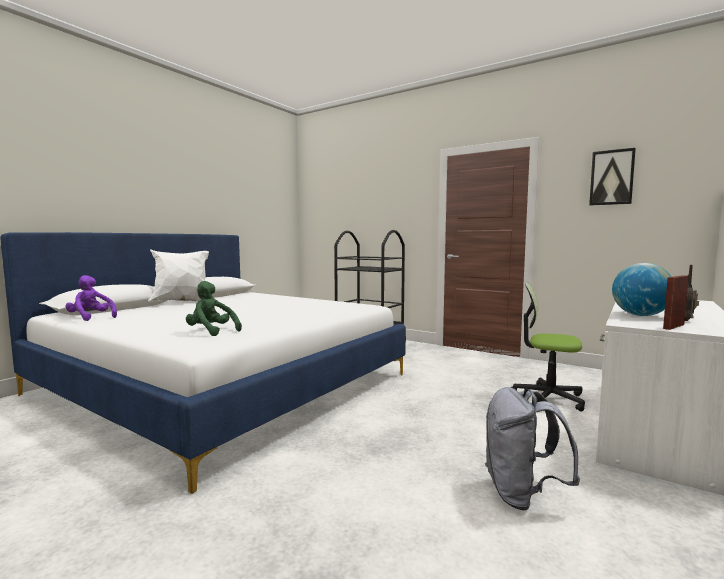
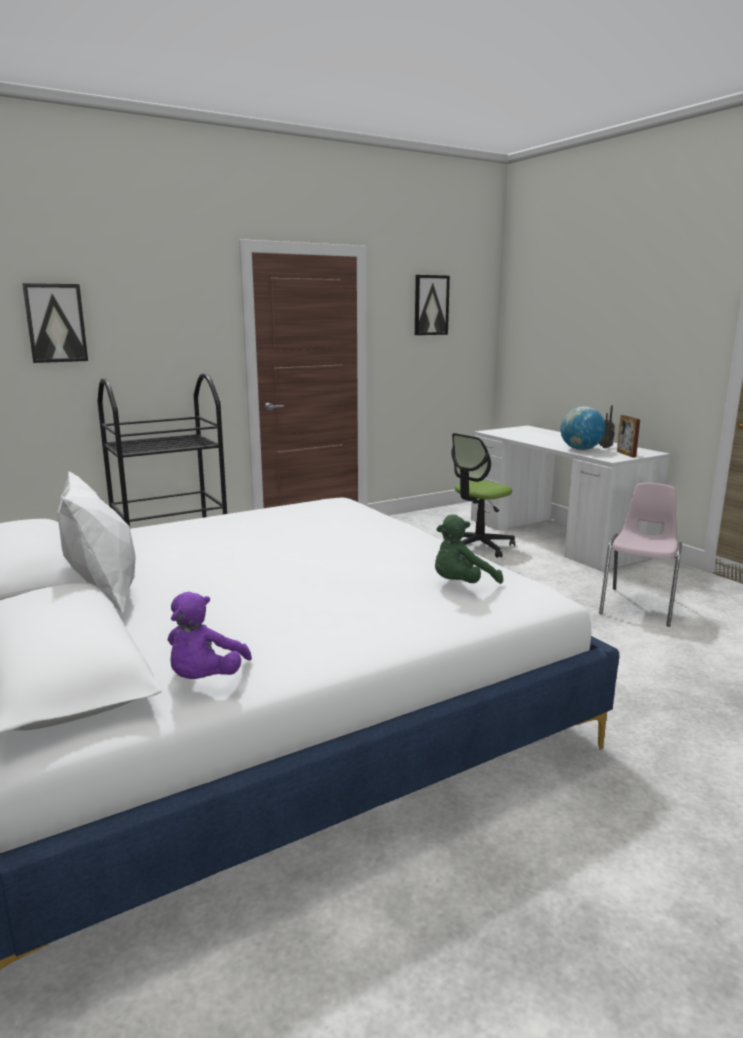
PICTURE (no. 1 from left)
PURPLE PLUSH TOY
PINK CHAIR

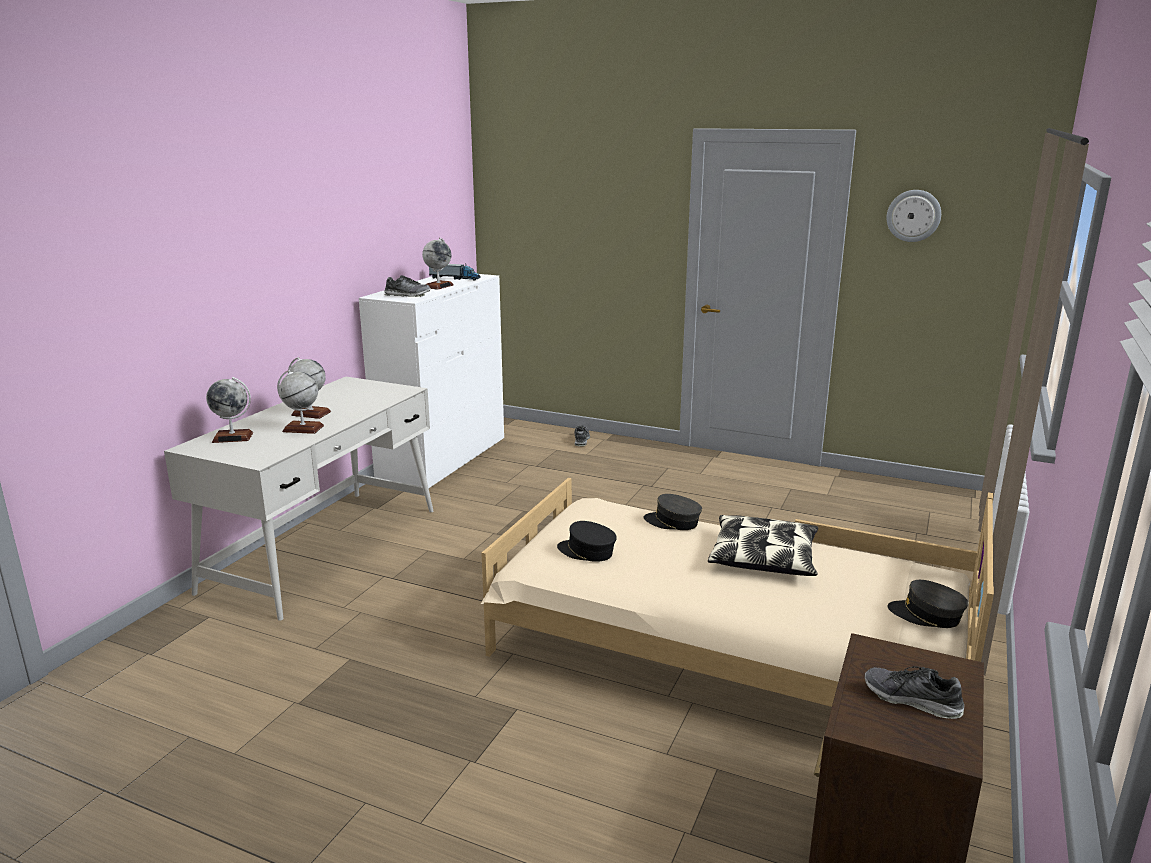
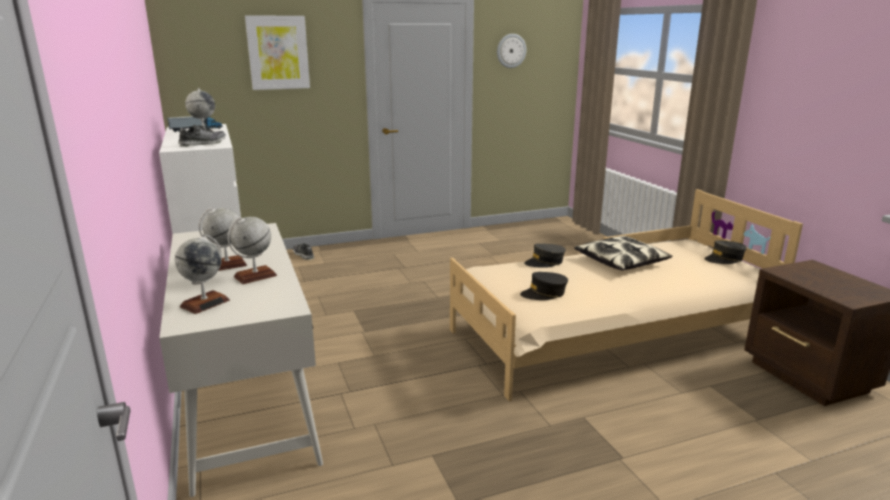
PICTURE
SHOE (no. 3 from left in the first image)

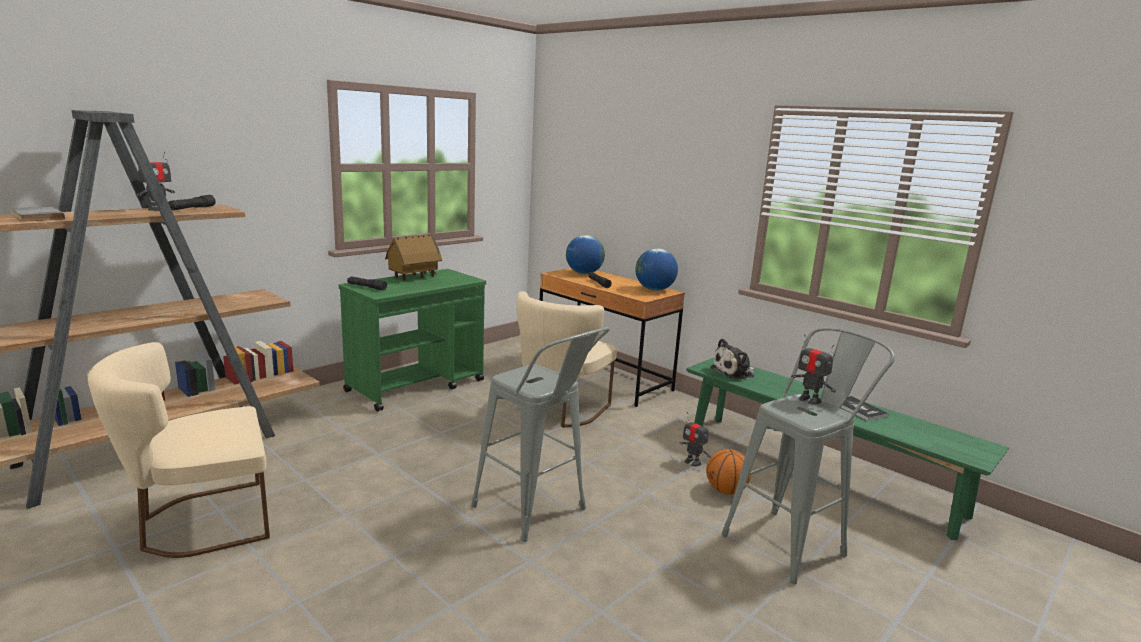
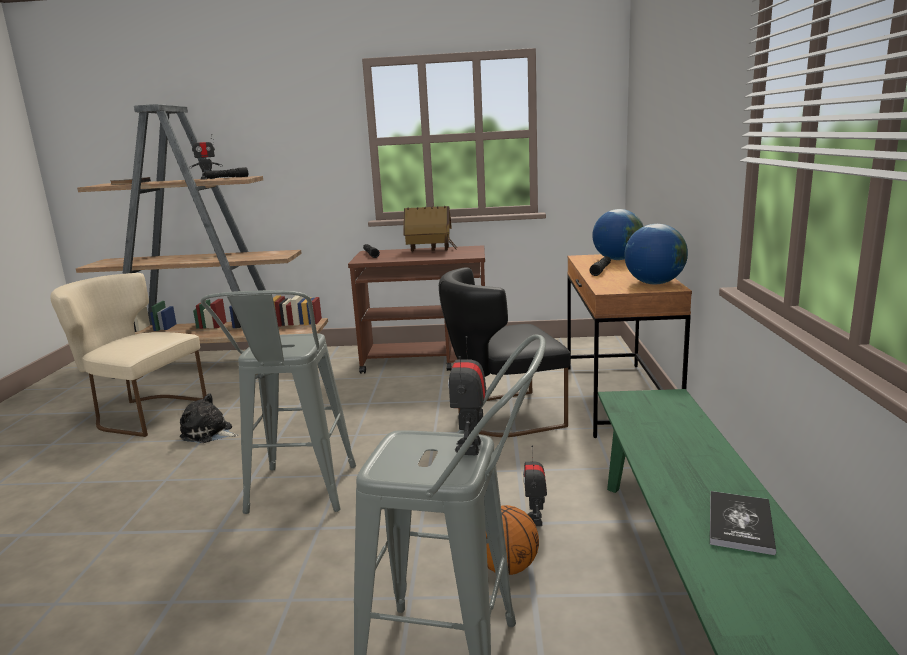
PLUSH TOY
BROWN CART
BLACK CHAIR

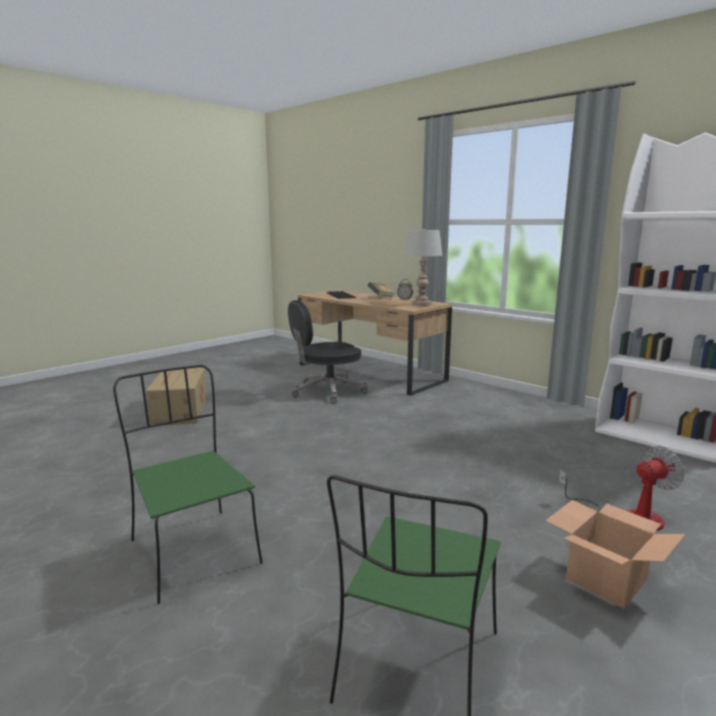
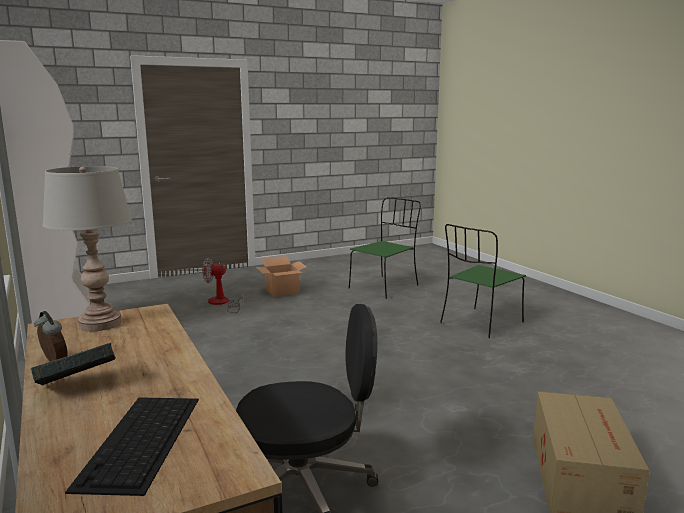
GREEN CHAIR (no. 2 from left)

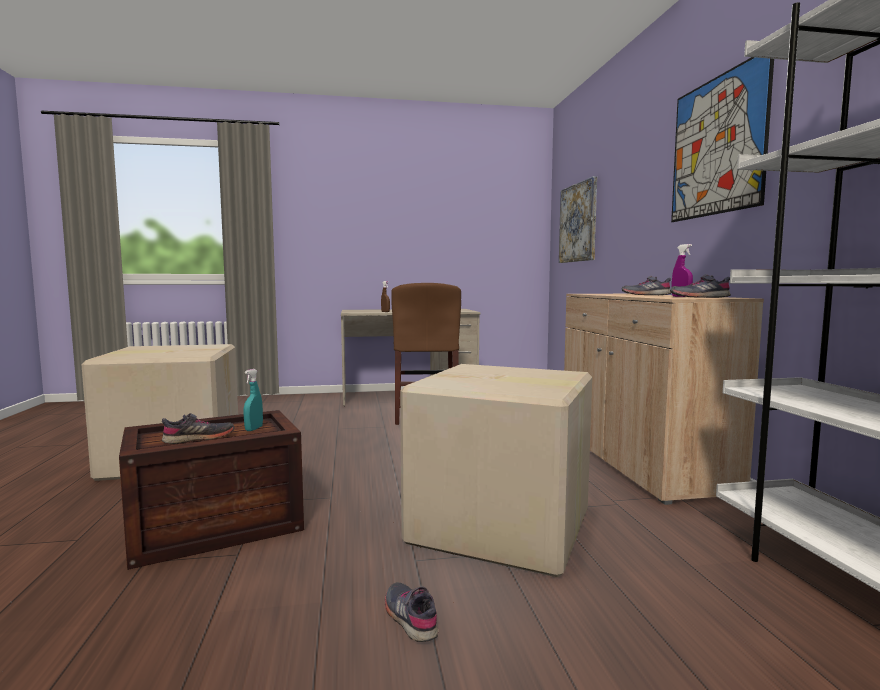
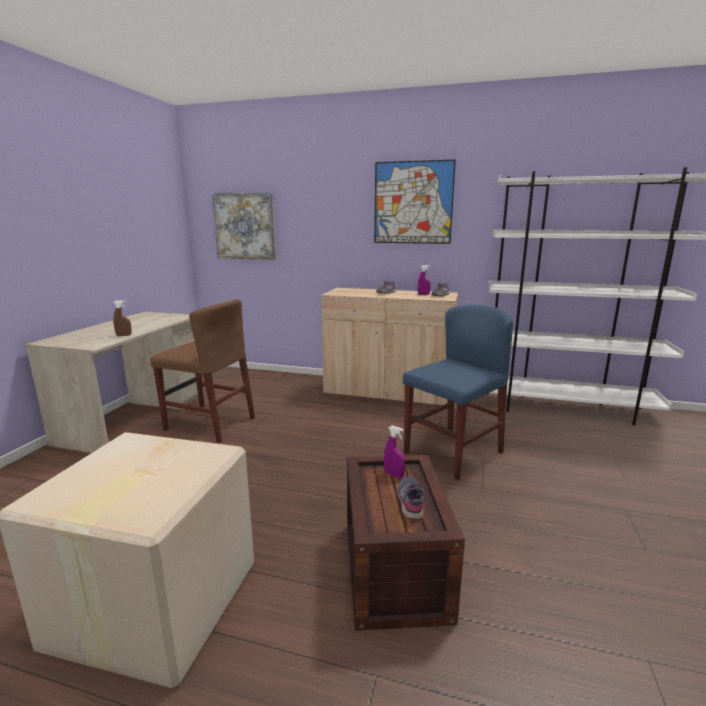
PURPLE SPRAY BOTTLE (no. 1 from left)
BLUE CHAIR
GREY SHOE (no. 2 from left in the first image)

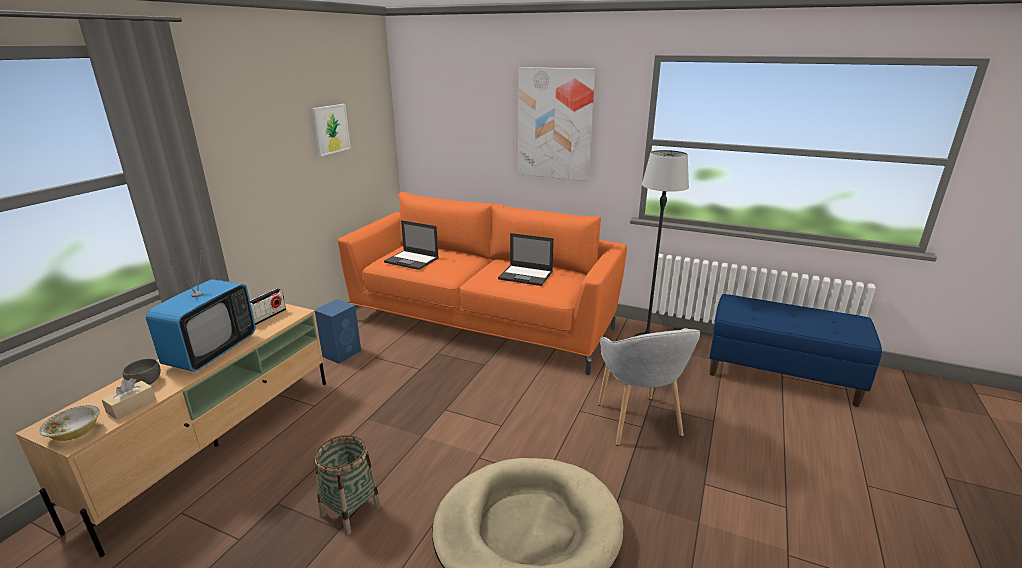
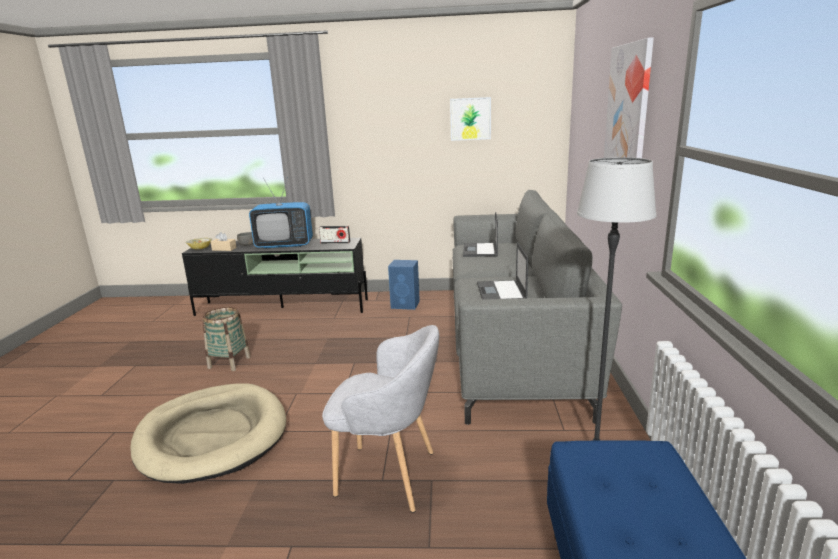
BLACK TV STAND
GREY ARMCHAIR
GREY SOFA

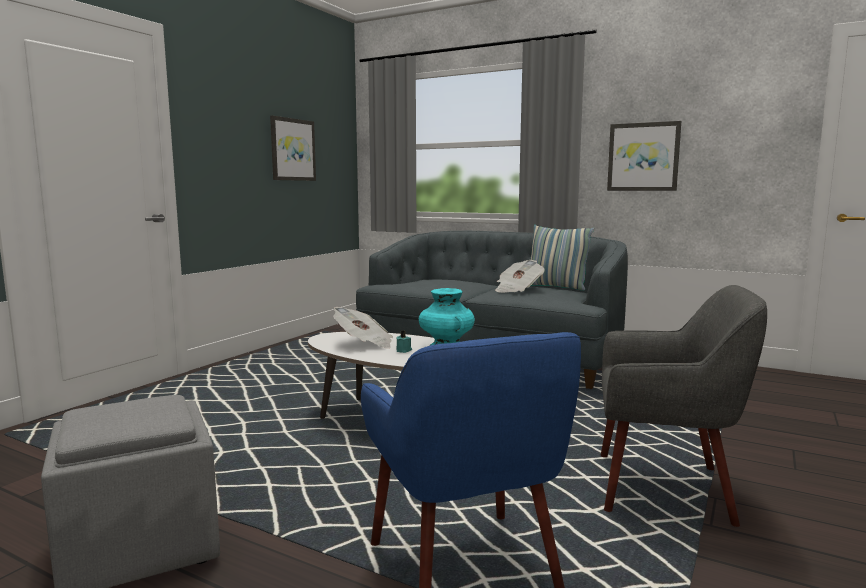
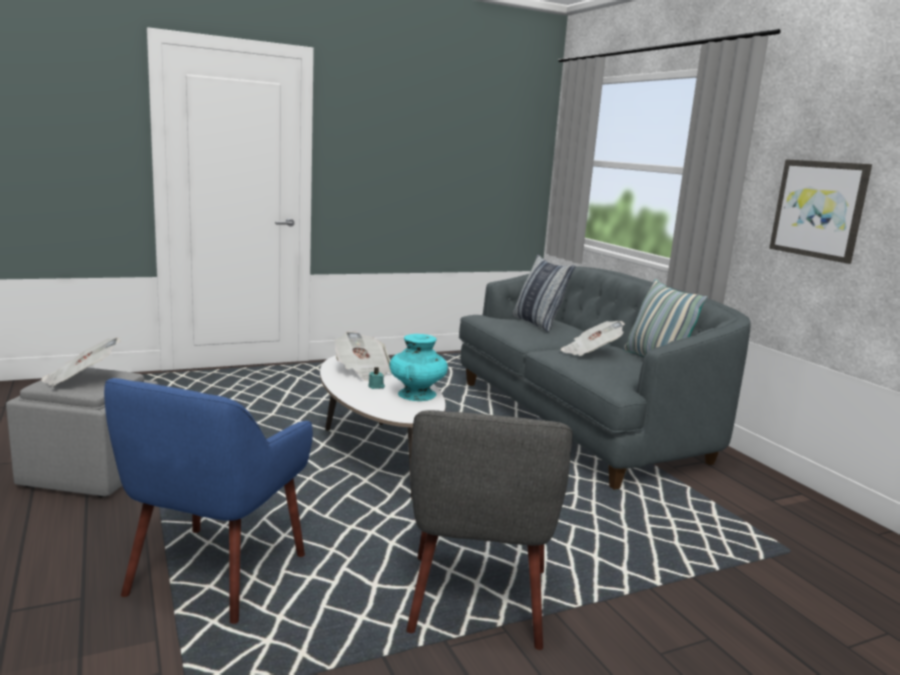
NEWSPAPER (no. 1 from left)
GREY ARMCHAIR
PILLOW (no. 1 from left)
PICTURE (no. 1 from left in the first image)

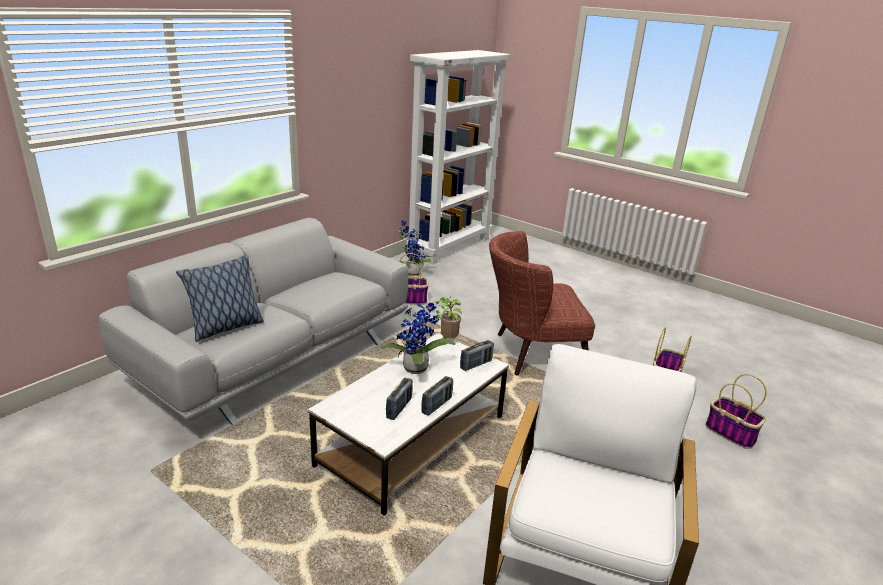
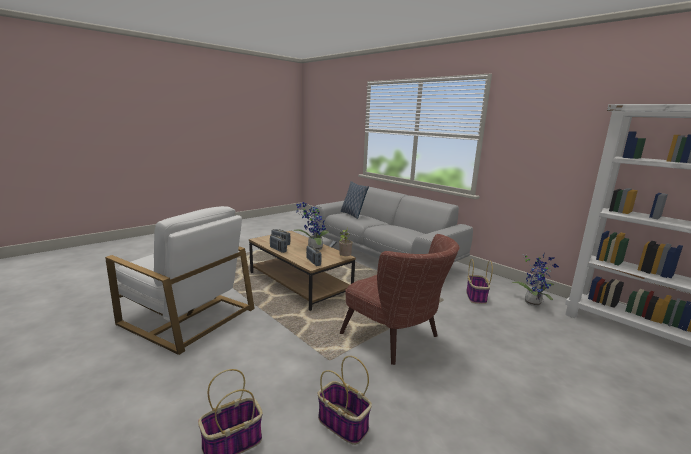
BROWN COFFEE TABLE
BROWN ARMCHAIR

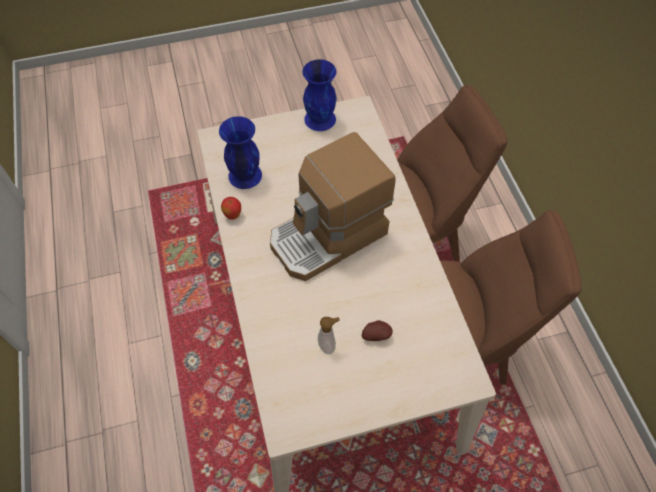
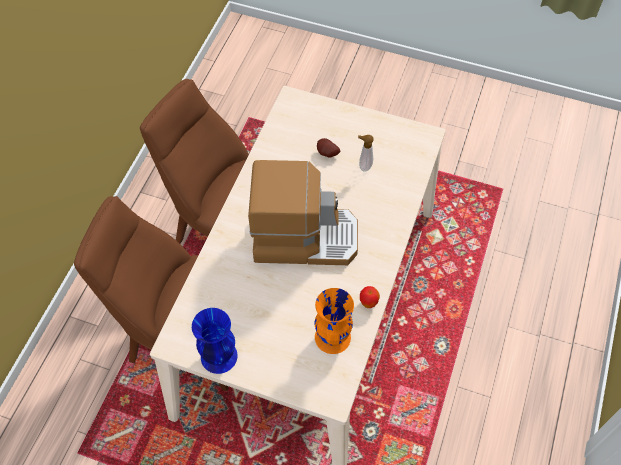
ORANGE VASE

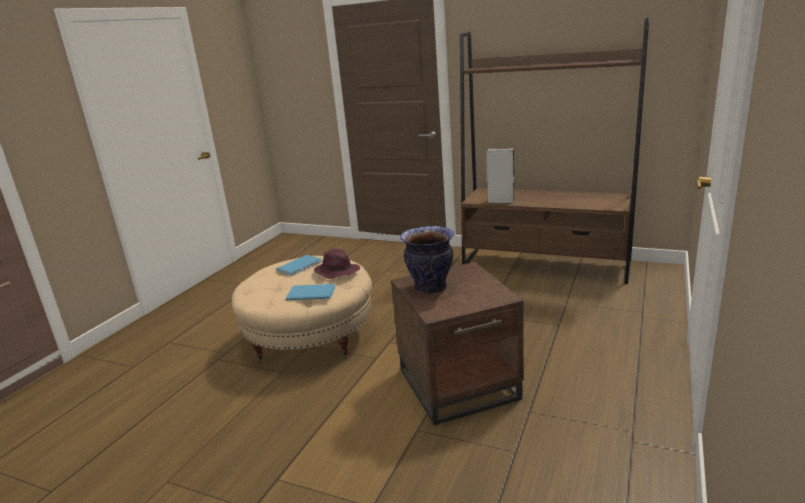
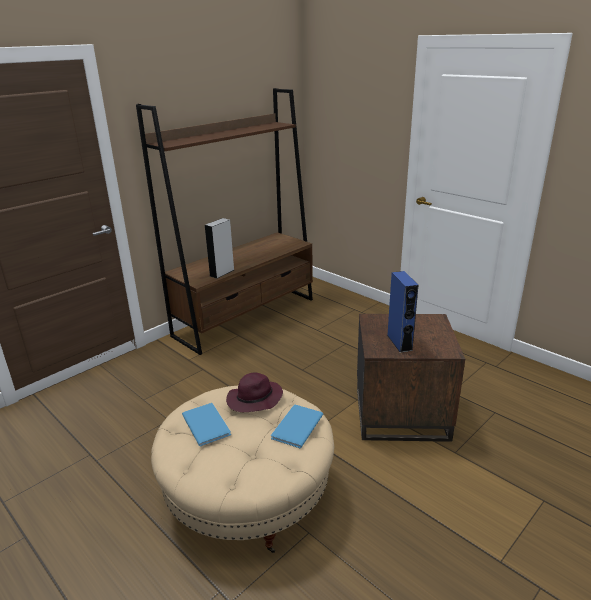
BLUE SPEAKER

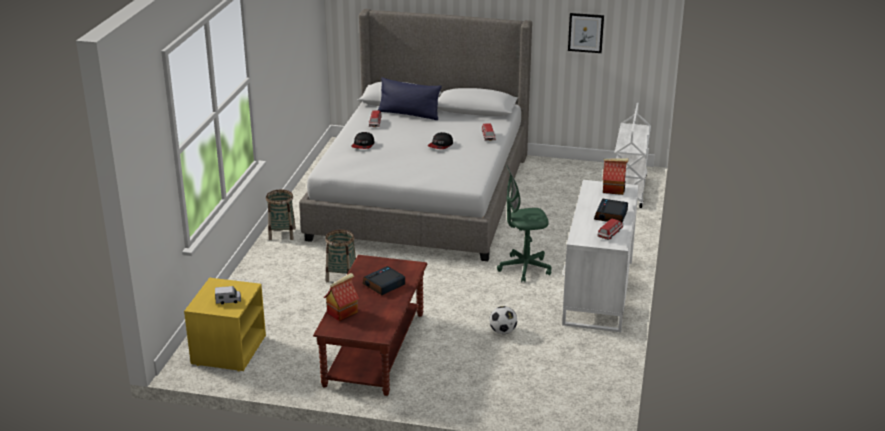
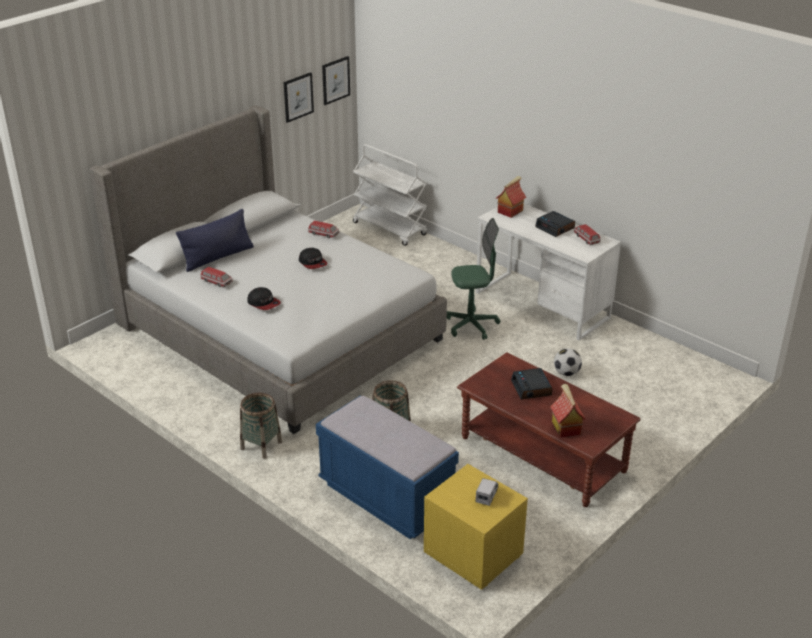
BLUE BENCH
PICTURE (no. 2 from left)
GREEN OFFICE CHAIR

